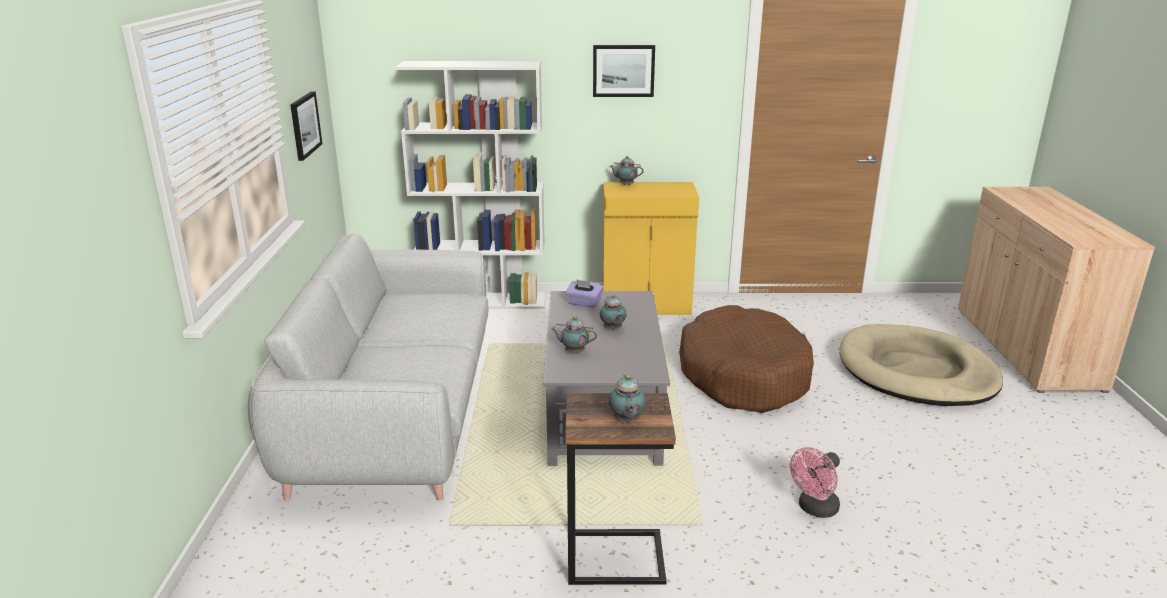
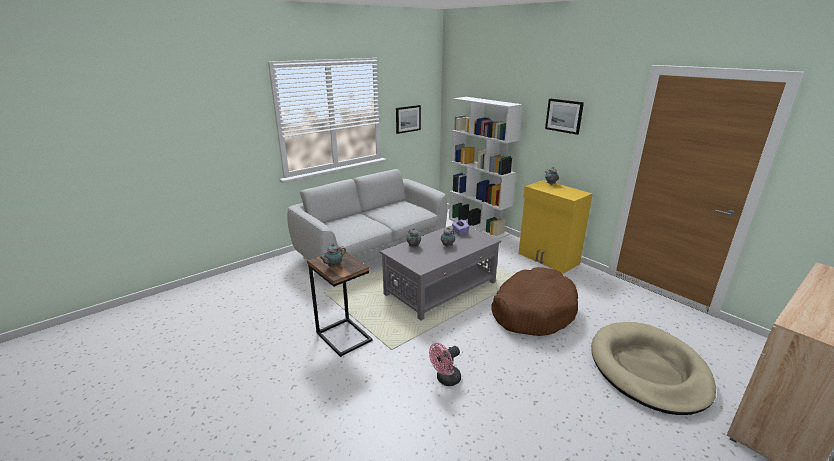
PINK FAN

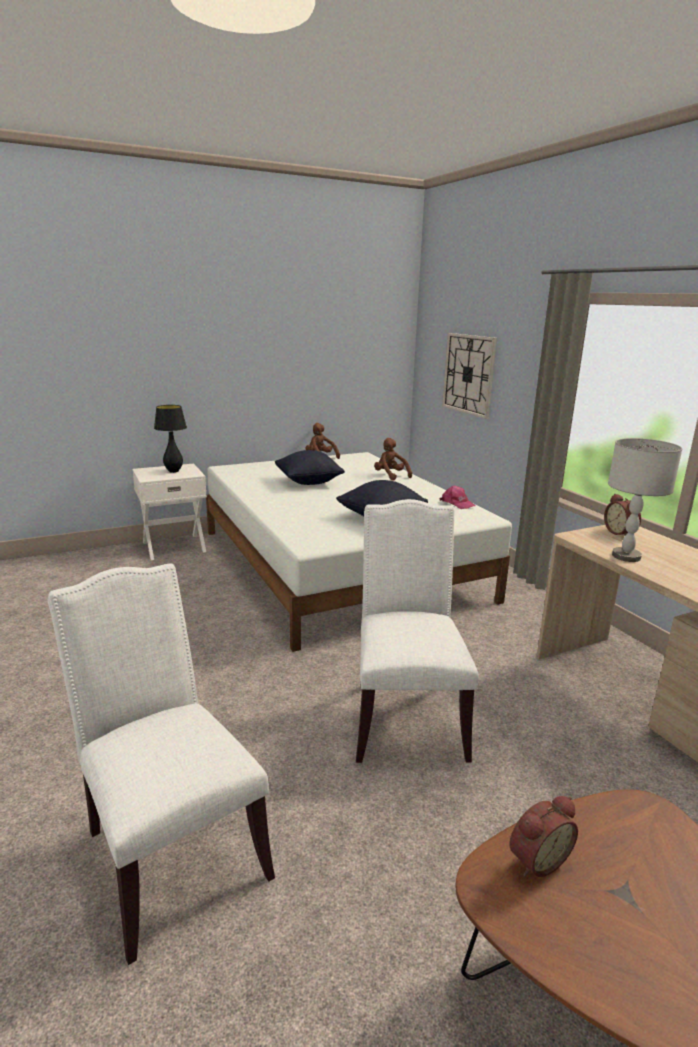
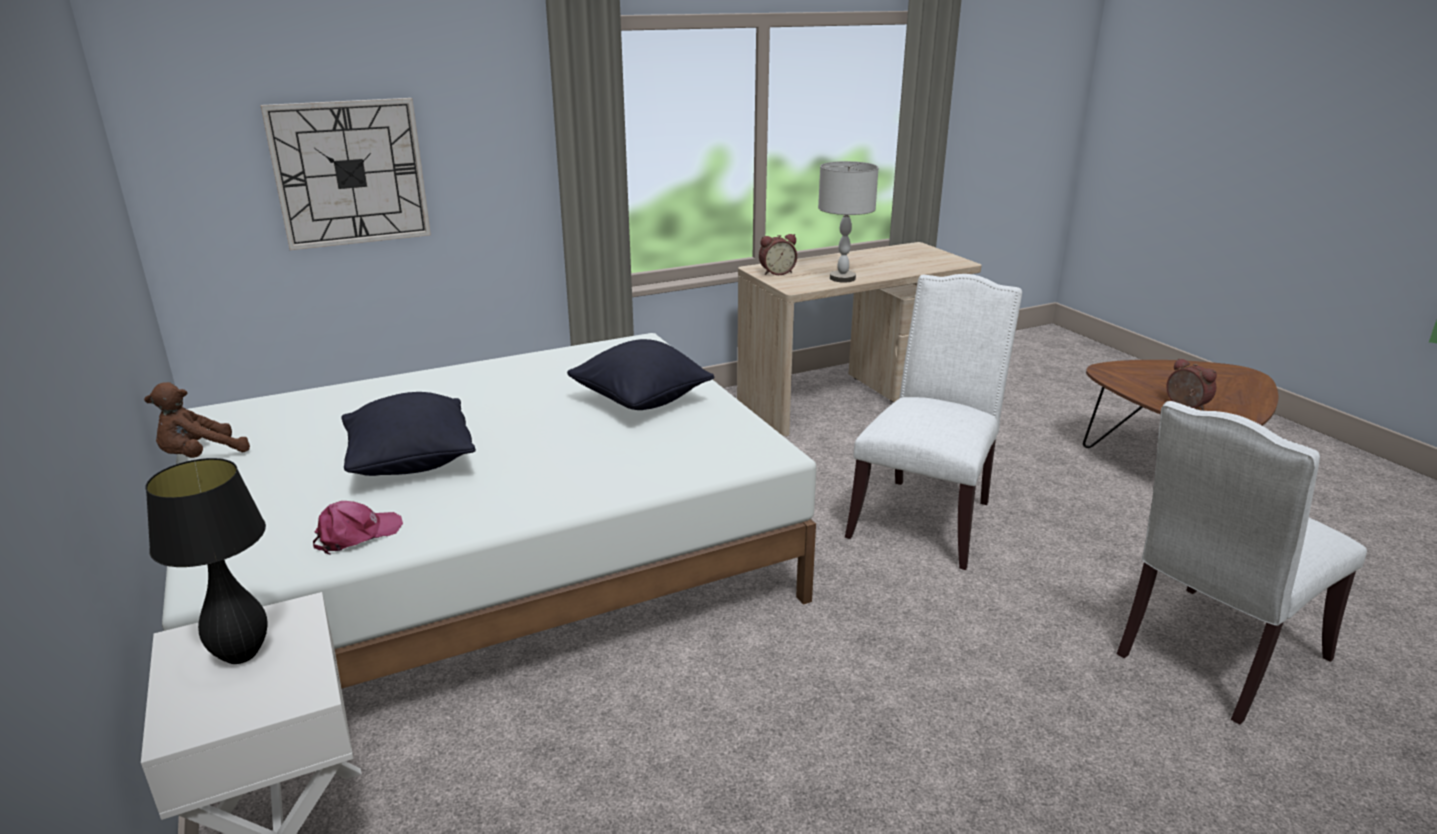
PINK CAP
WHITE CHAIR (no. 1 from left)
BROWN PLUSH TOY (no. 2 from left in the first image)

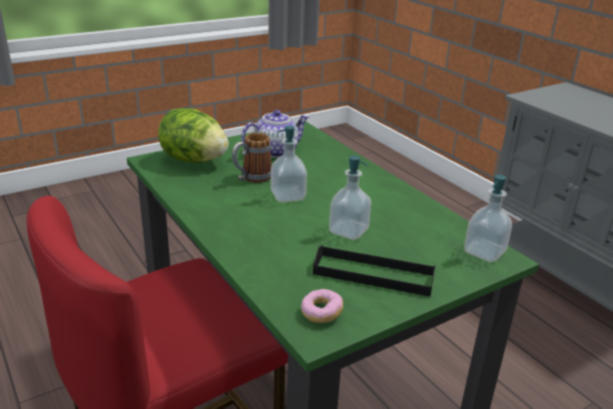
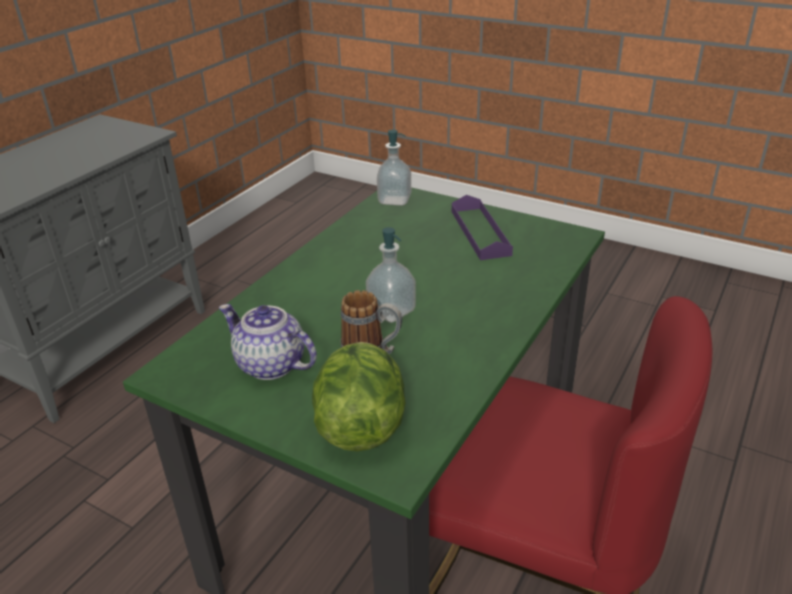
PURPLE TRAY
DONUT
SOAP DISPENSER (no. 2 from left in the first image)

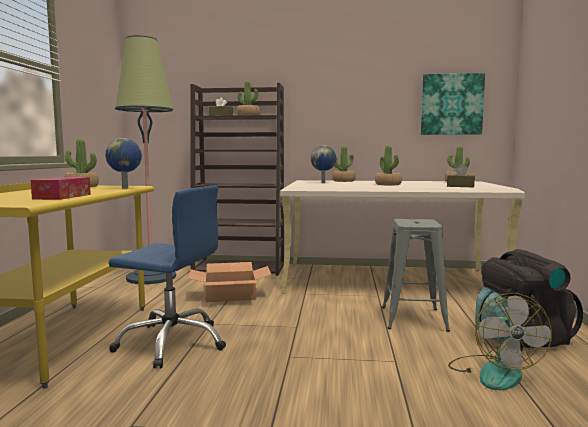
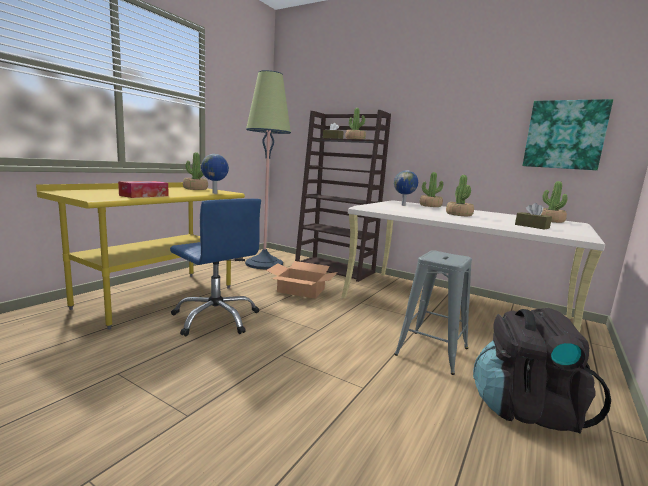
FAN

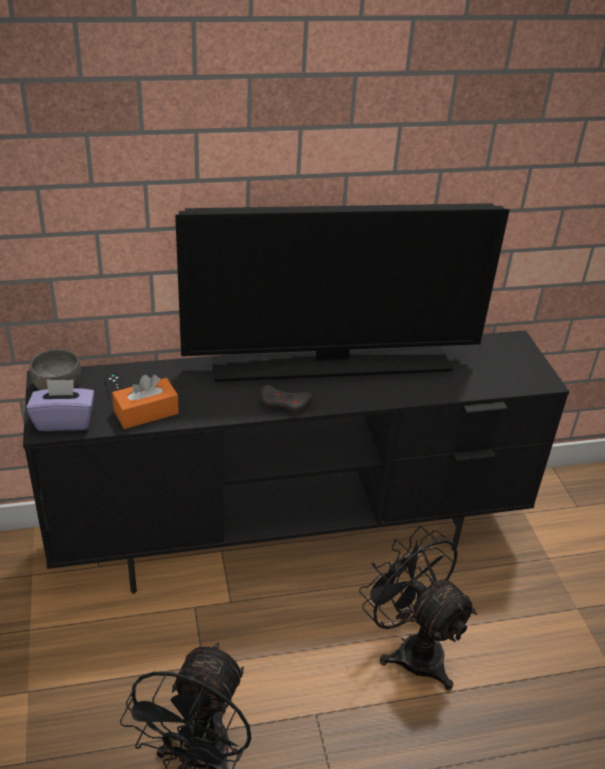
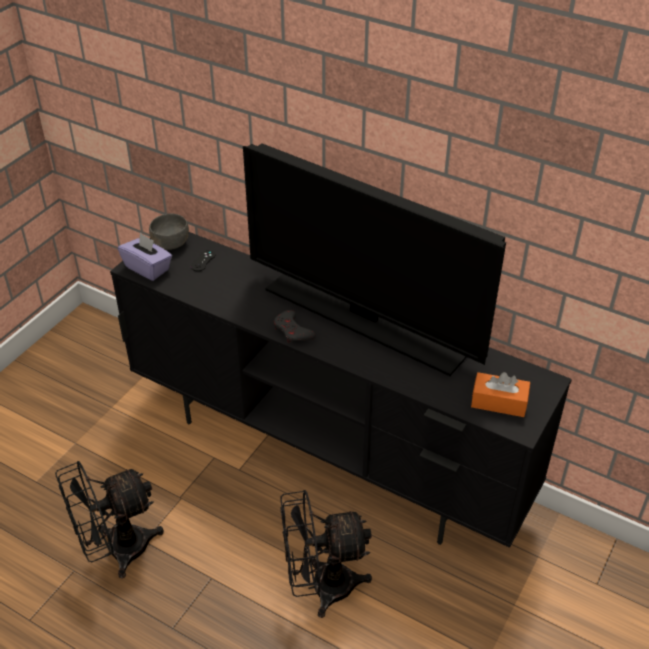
BLACK FAN (no. 2 from left)
ORANGE TISSUE BOX

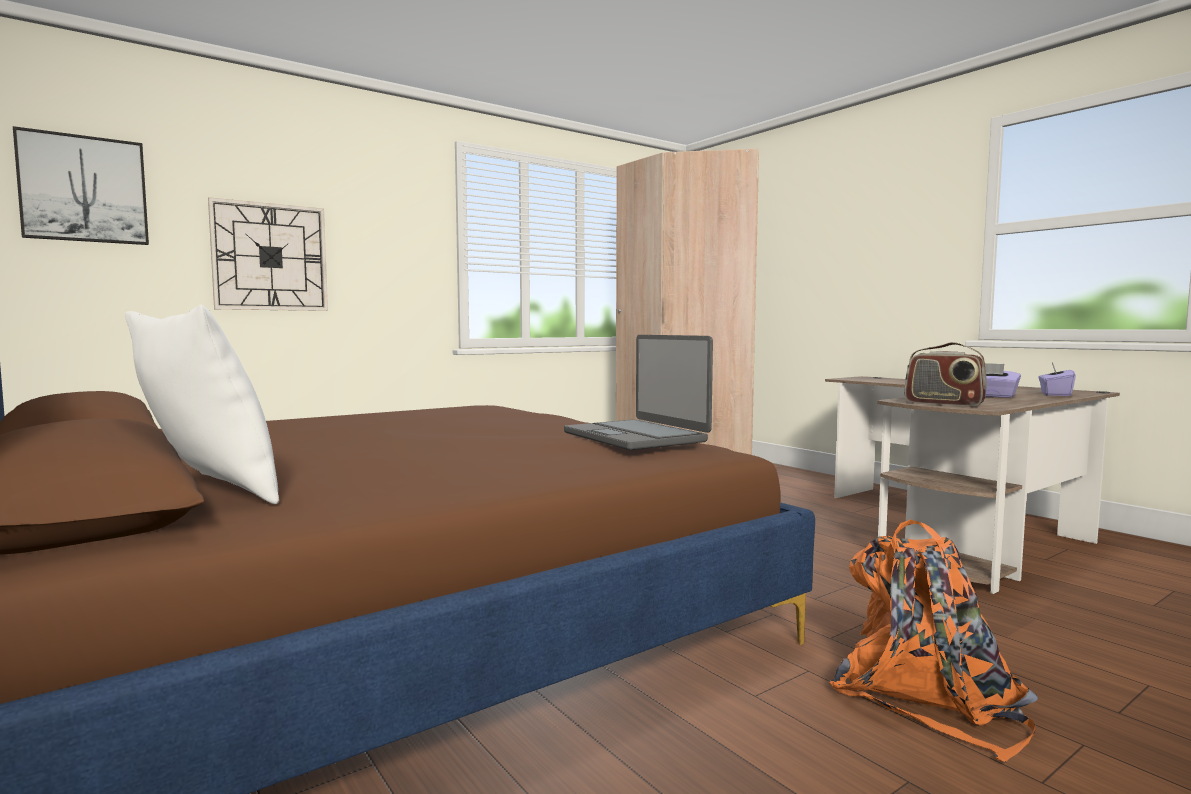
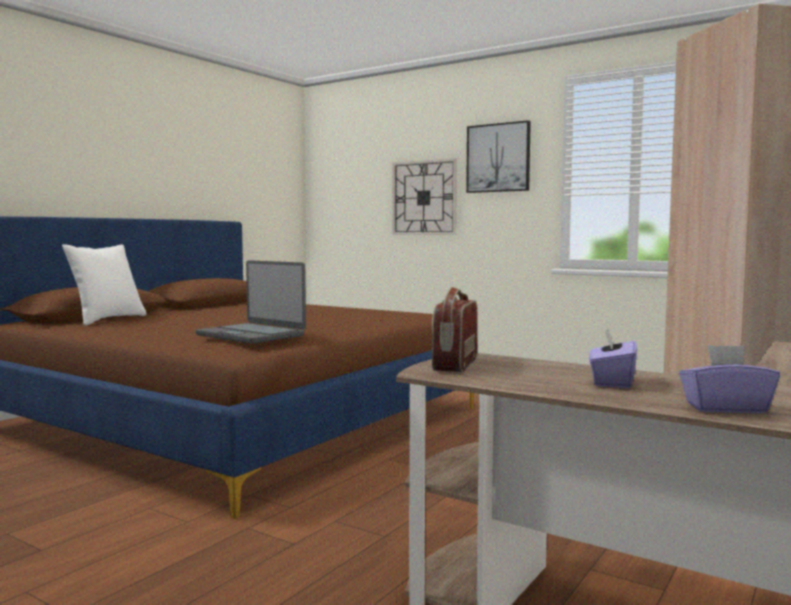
LAPTOP
PICTURE
ORANGE BACKPACK

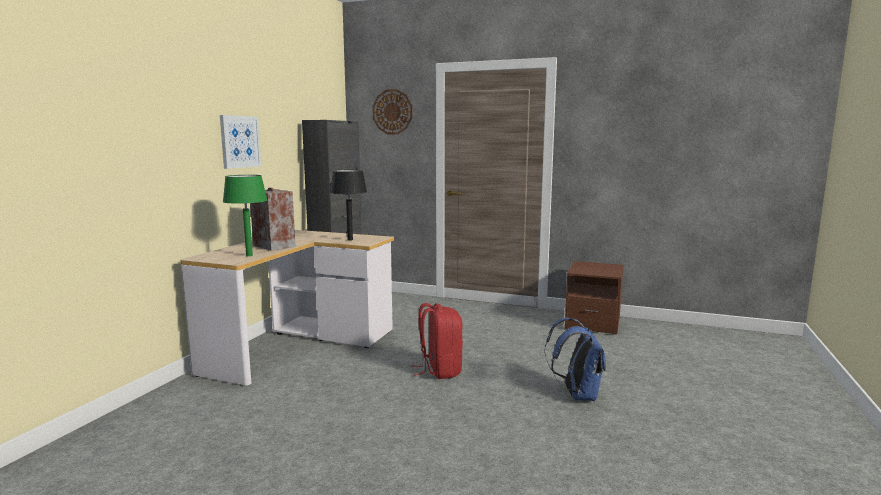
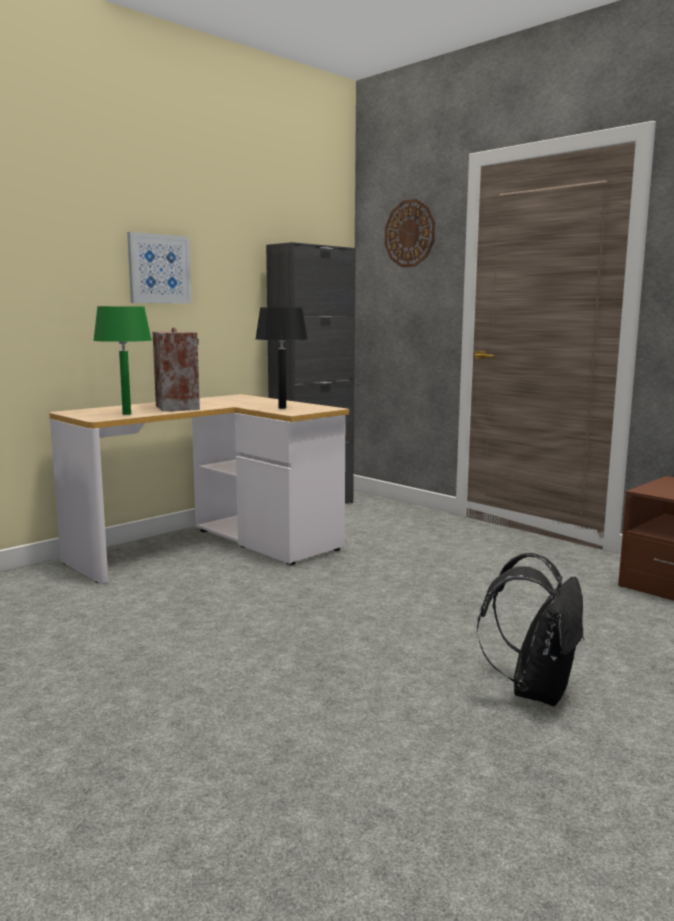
BLACK BACKPACK
RED BACKPACK

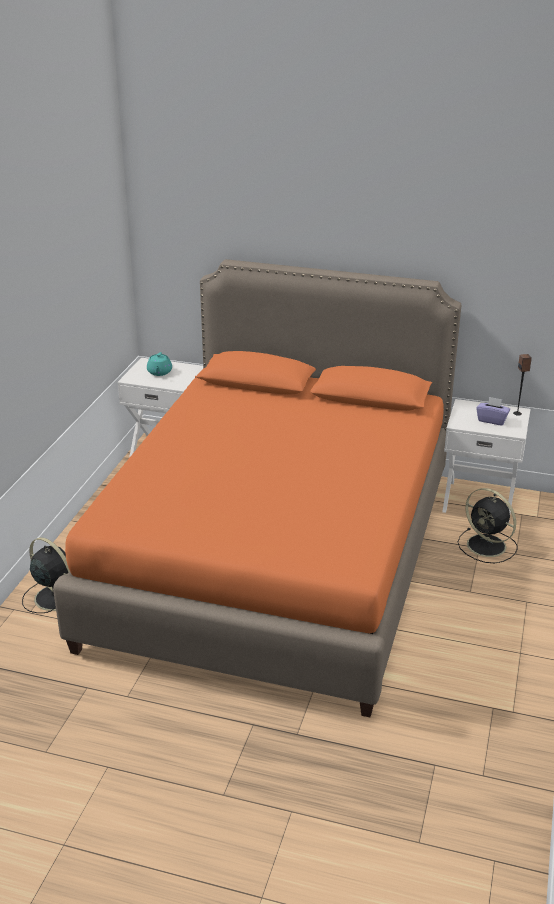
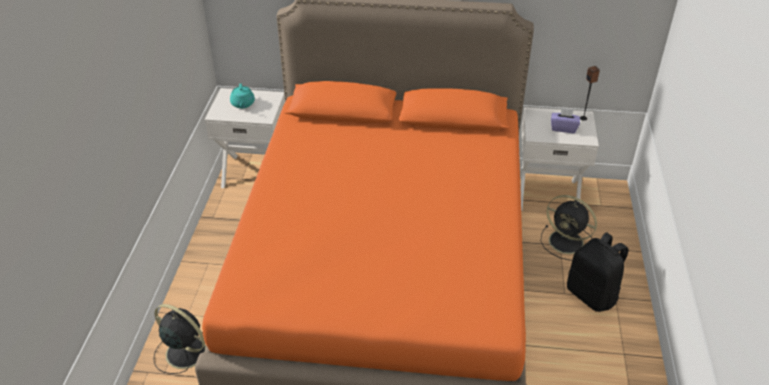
BLACK BACKPACK

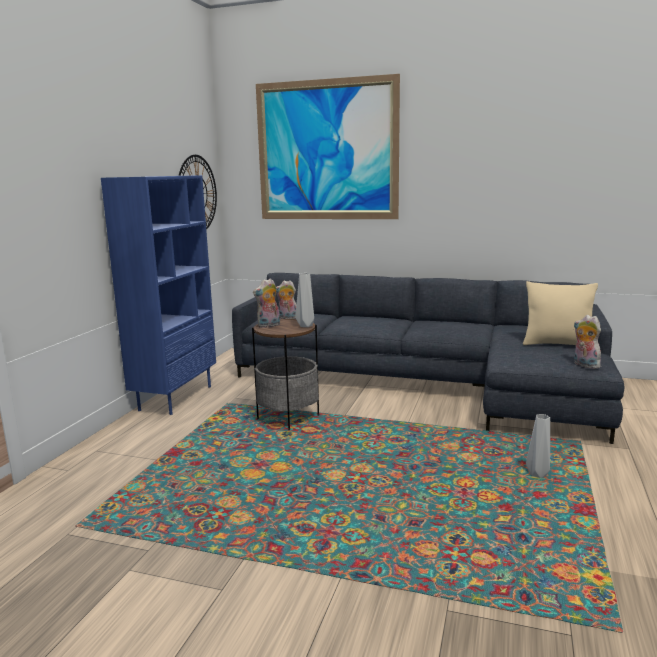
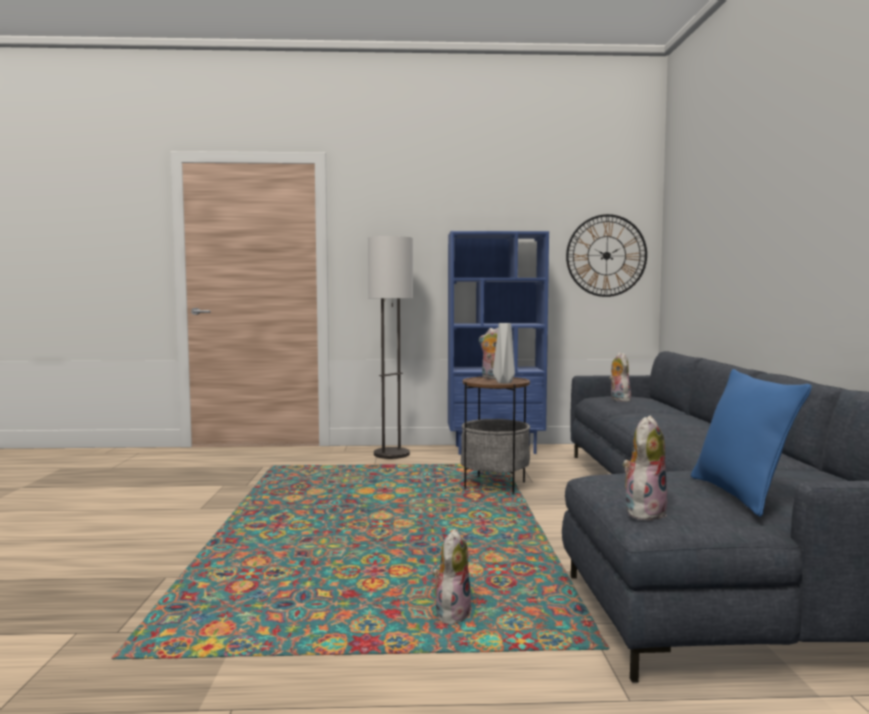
FLOOR LAMP
PLUSH TOY (no. 1 from left)
BLUE PILLOW
PICTURE

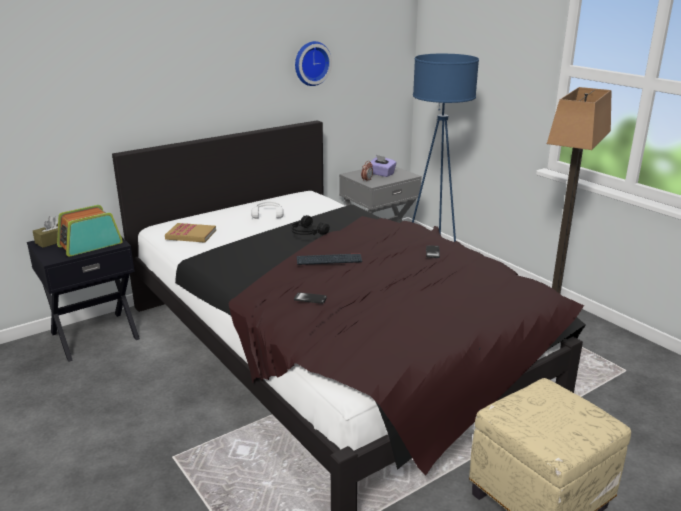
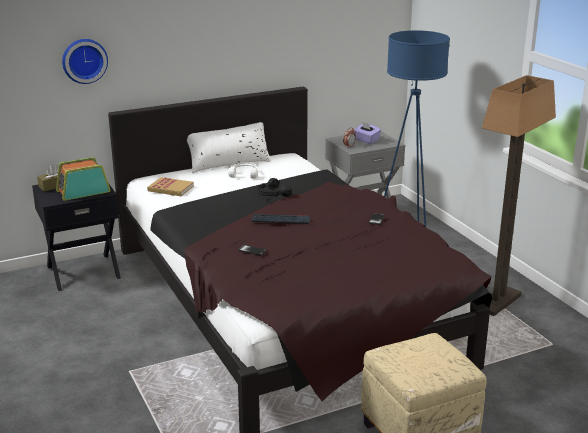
WALL CLOCK
WHITE PILLOW

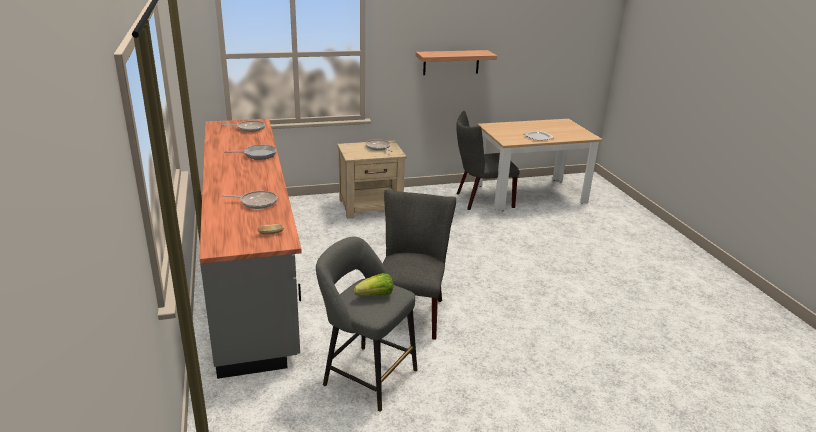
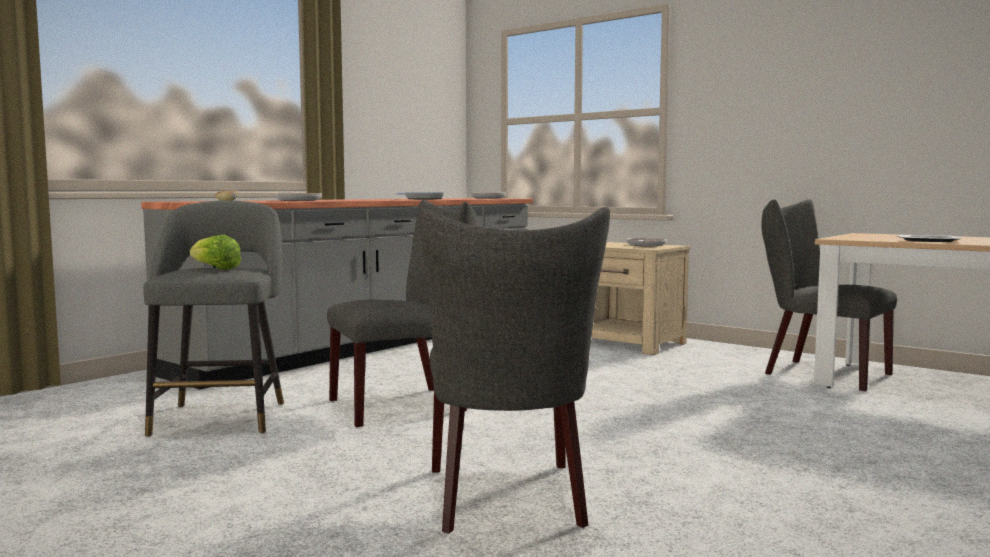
GREY CHAIR (no. 2 from left)
SHELF

